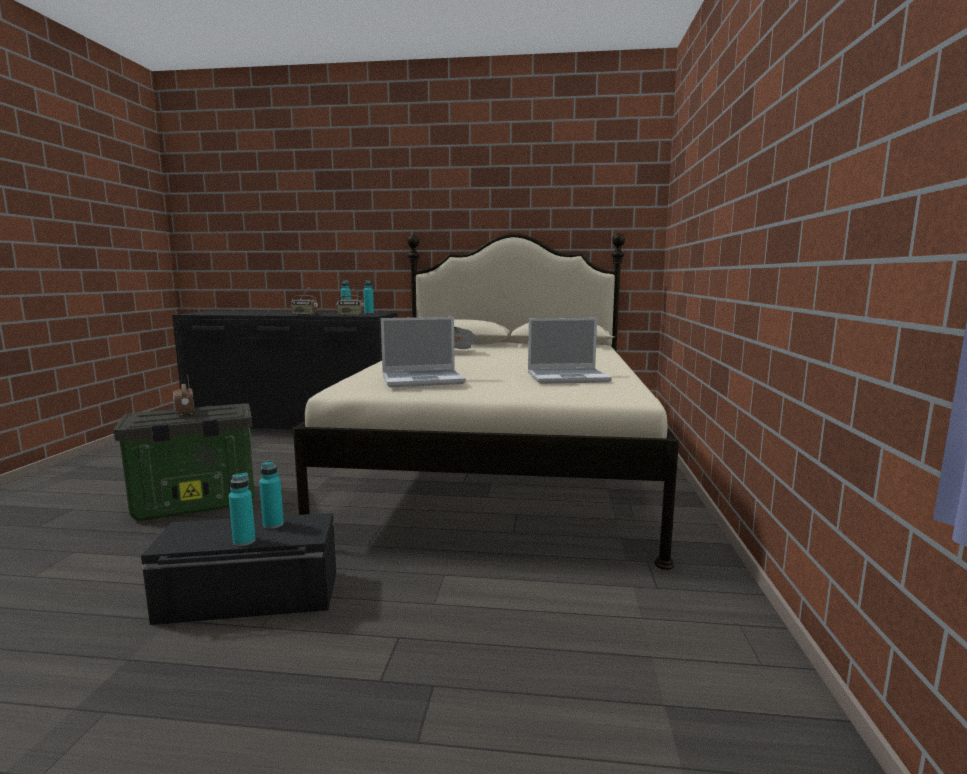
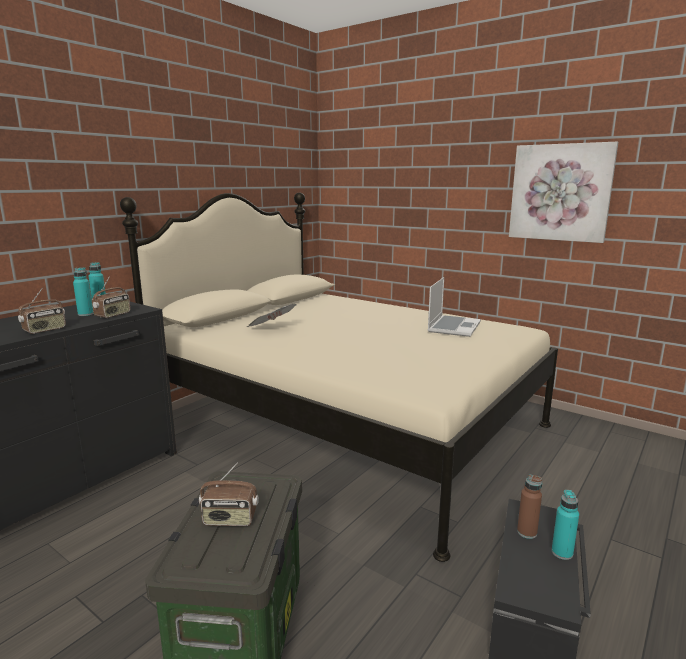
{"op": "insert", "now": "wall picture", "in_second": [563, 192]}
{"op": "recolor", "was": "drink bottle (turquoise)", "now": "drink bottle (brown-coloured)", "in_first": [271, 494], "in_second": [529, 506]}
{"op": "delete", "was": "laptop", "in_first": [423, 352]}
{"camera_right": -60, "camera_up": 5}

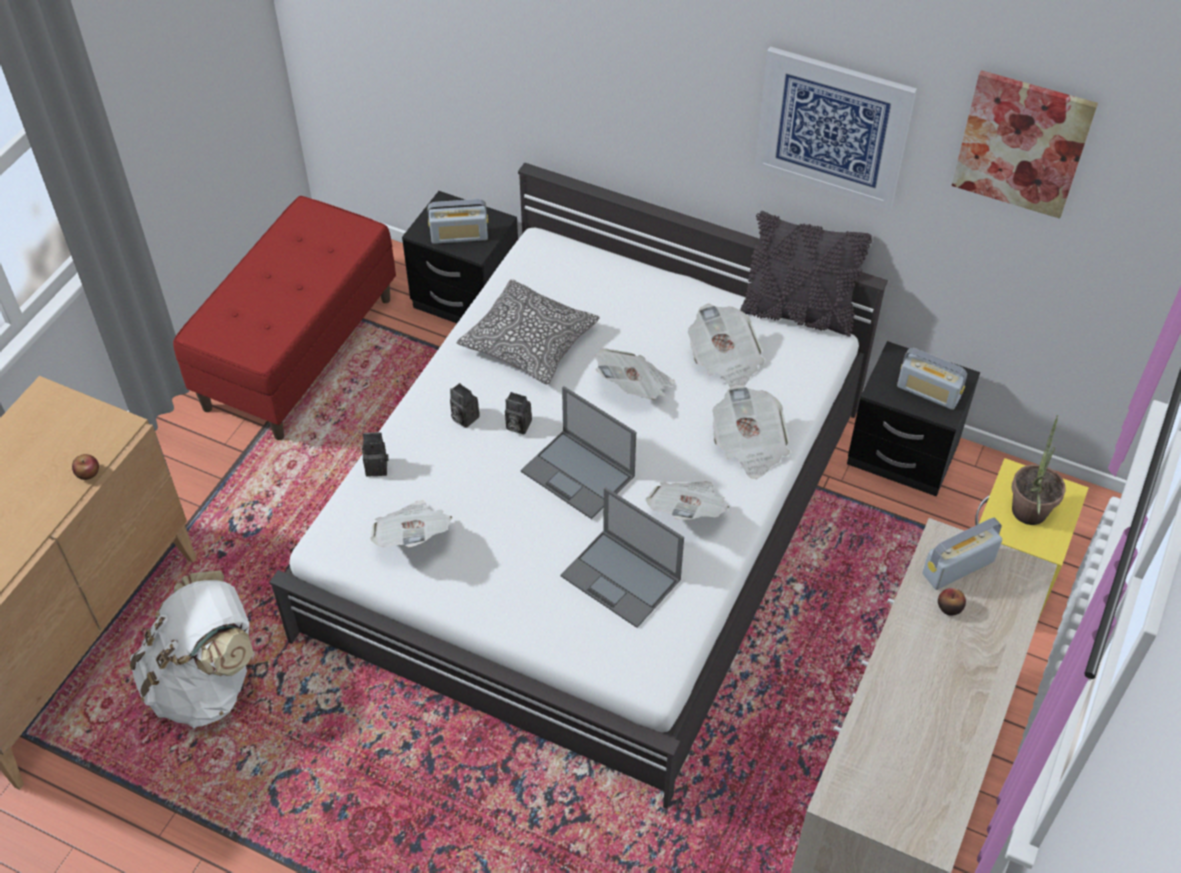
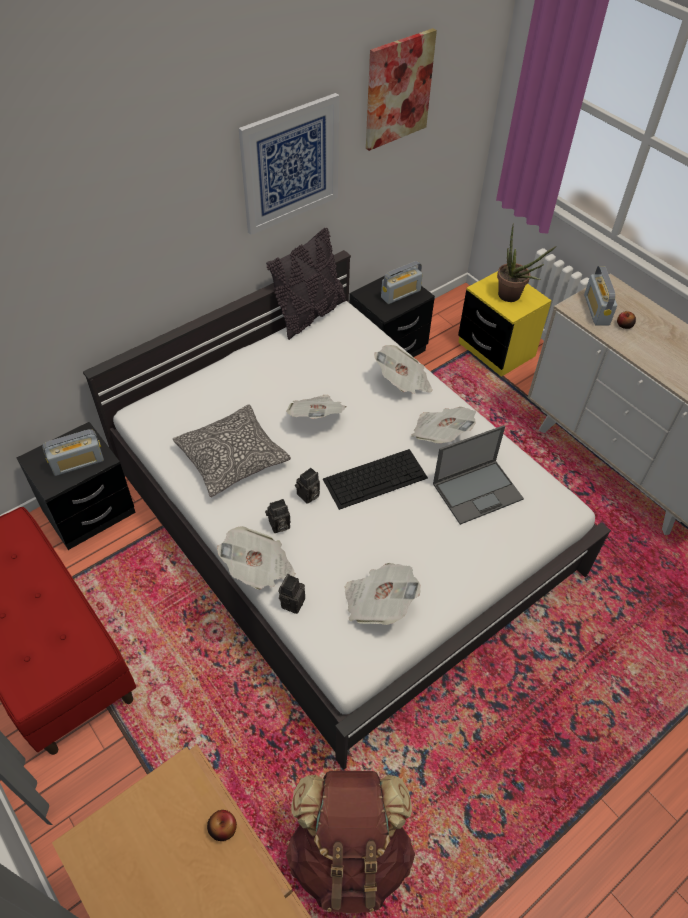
{"op": "rotate", "was": "radio receiver", "in_first": [458, 221], "in_second": [73, 452], "clockwise": 45}
{"op": "move", "was": "printed paper", "in_first": [726, 345], "in_second": [256, 557]}
{"op": "recolor", "was": "knapsack (white)", "now": "knapsack (brown-coloured)", "in_first": [192, 649], "in_second": [350, 842]}
{"op": "replace", "was": "laptop", "now": "keyboard", "in_first": [578, 452], "in_second": [375, 479]}
{"camera_right": -65, "camera_up": 0}

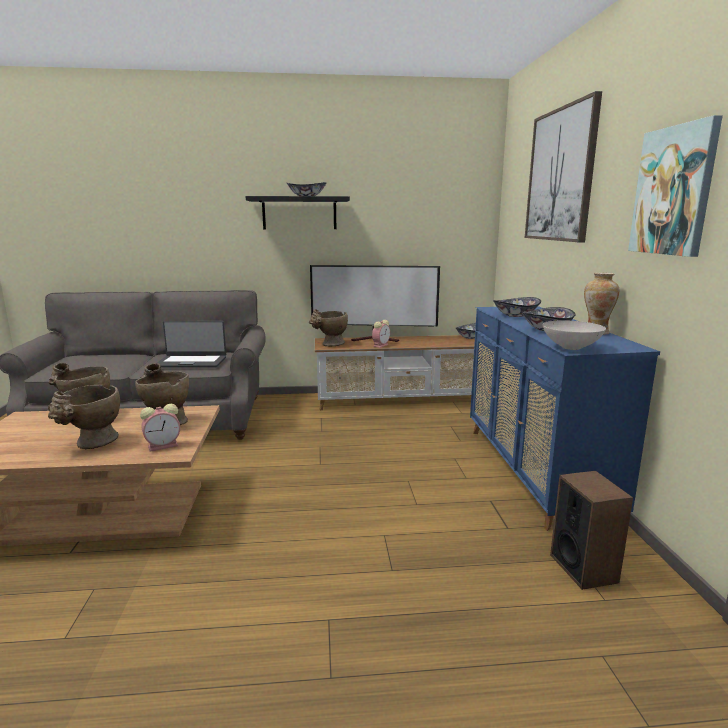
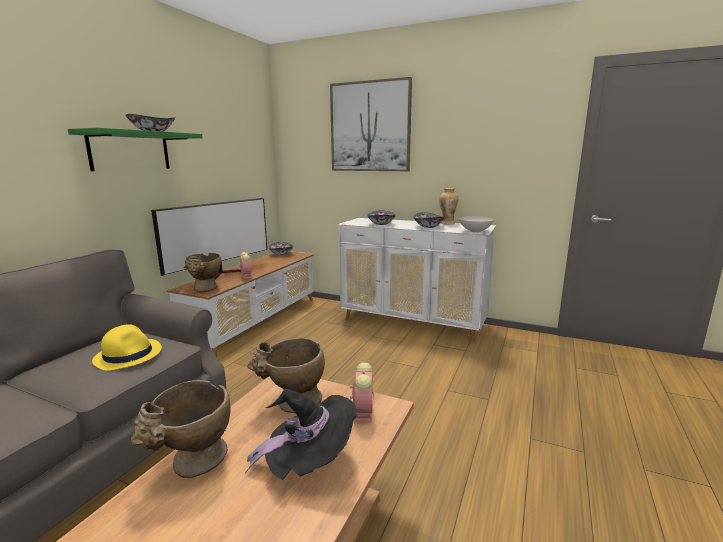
{"op": "recolor", "was": "bracket shelf (black-coloured)", "now": "bracket shelf (greenish)", "in_first": [298, 212], "in_second": [135, 149]}
{"op": "replace", "was": "laptop", "now": "clothing hat (yellow)", "in_first": [191, 344], "in_second": [127, 347]}
{"op": "replace", "was": "vase (beige)", "now": "clothing hat (black-coloured)", "in_first": [84, 417], "in_second": [301, 434]}
{"op": "recolor", "was": "cabinet (bluish)", "now": "cabinet (white)", "in_first": [565, 418], "in_second": [417, 280]}
{"op": "delete", "was": "speaker", "in_first": [591, 530]}
{"op": "delete", "was": "wall picture", "in_first": [675, 186]}
{"camera_right": -60, "camera_up": 0}

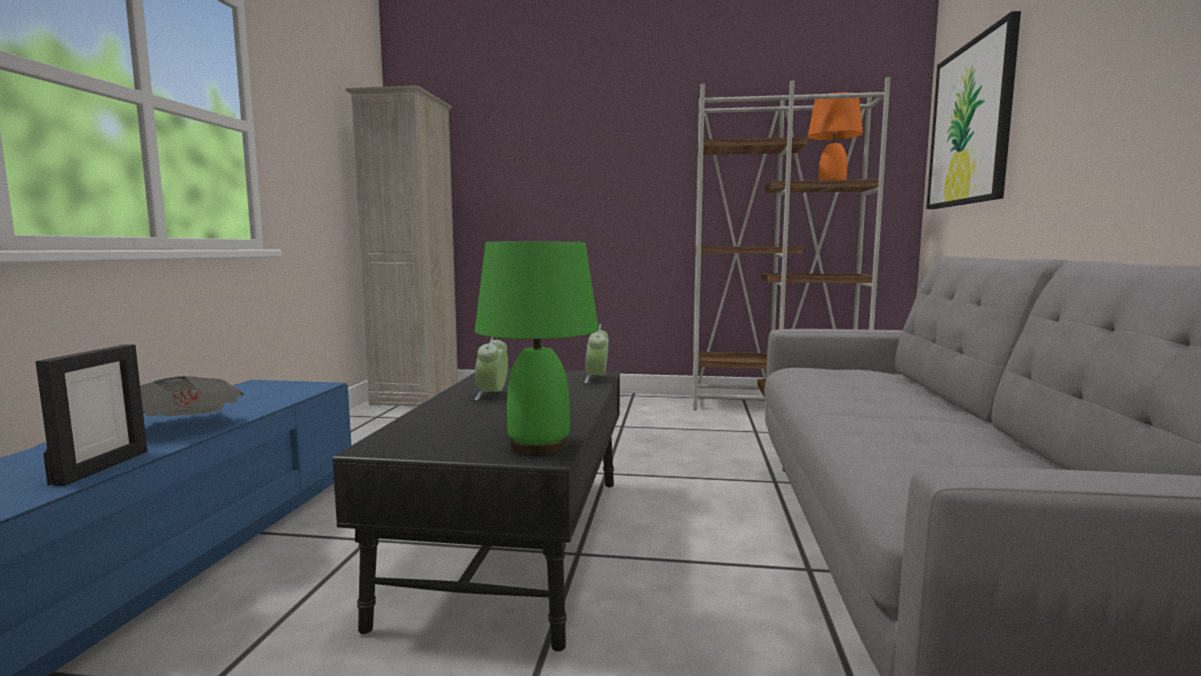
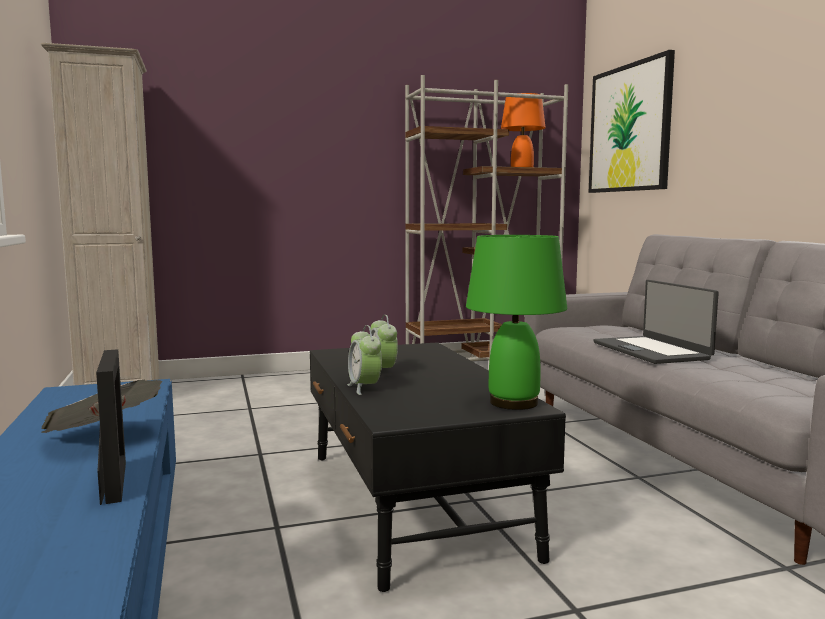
{"op": "move", "was": "alarm clock", "in_first": [596, 353], "in_second": [364, 360]}
{"op": "insert", "now": "laptop", "in_second": [656, 322]}
{"camera_right": -25, "camera_up": 0}

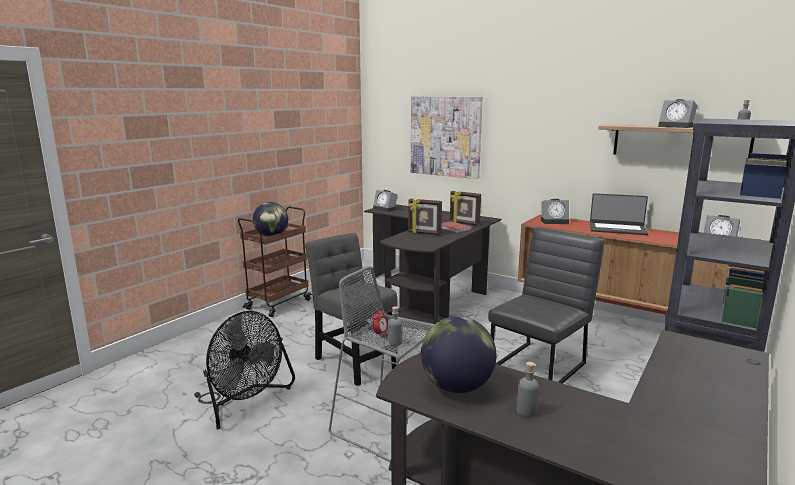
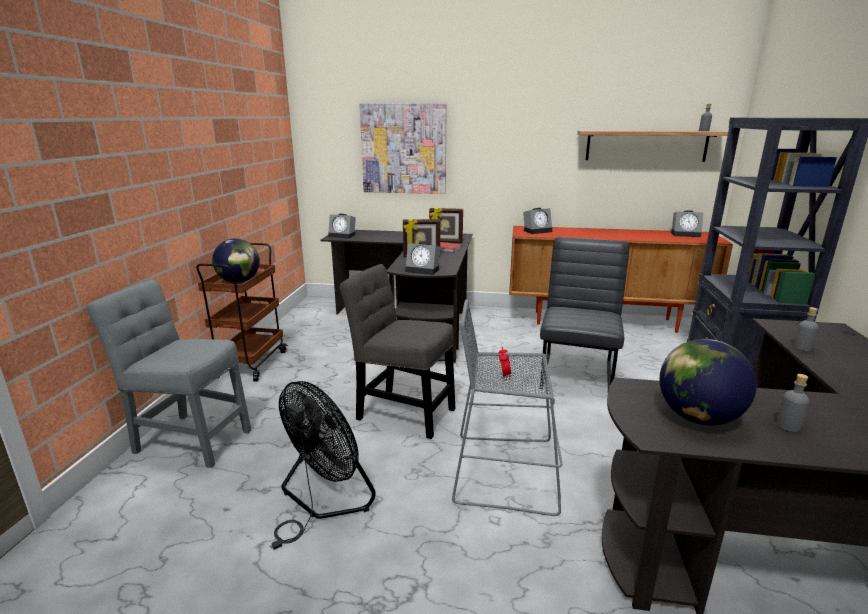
{"op": "insert", "now": "chair (gray)", "in_second": [169, 373]}
{"op": "rotate", "was": "electric fan (black-coloured)", "in_first": [244, 370], "in_second": [322, 465], "clockwise": -60}
{"op": "move", "was": "alarm clock", "in_first": [677, 113], "in_second": [423, 258]}
{"op": "move", "was": "drink bottle (gray)", "in_first": [395, 326], "in_second": [806, 329]}
{"op": "delete", "was": "laptop", "in_first": [619, 214]}
{"camera_right": -25, "camera_up": 5}

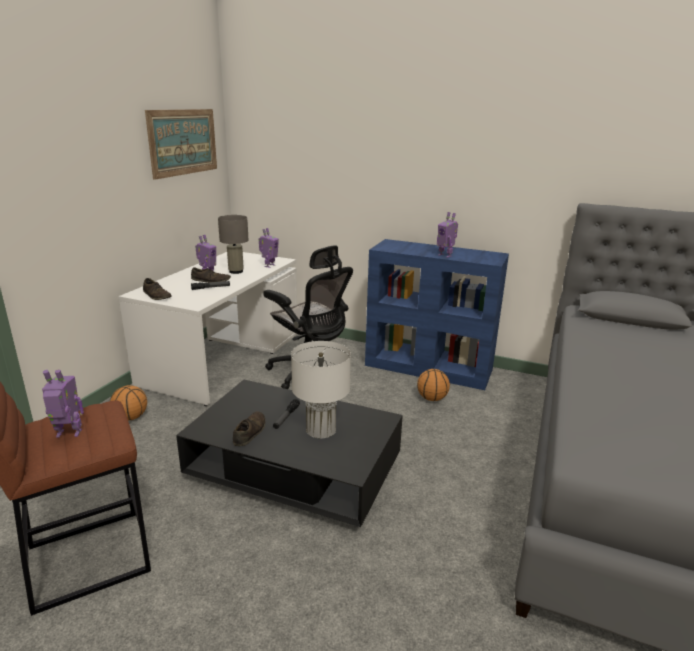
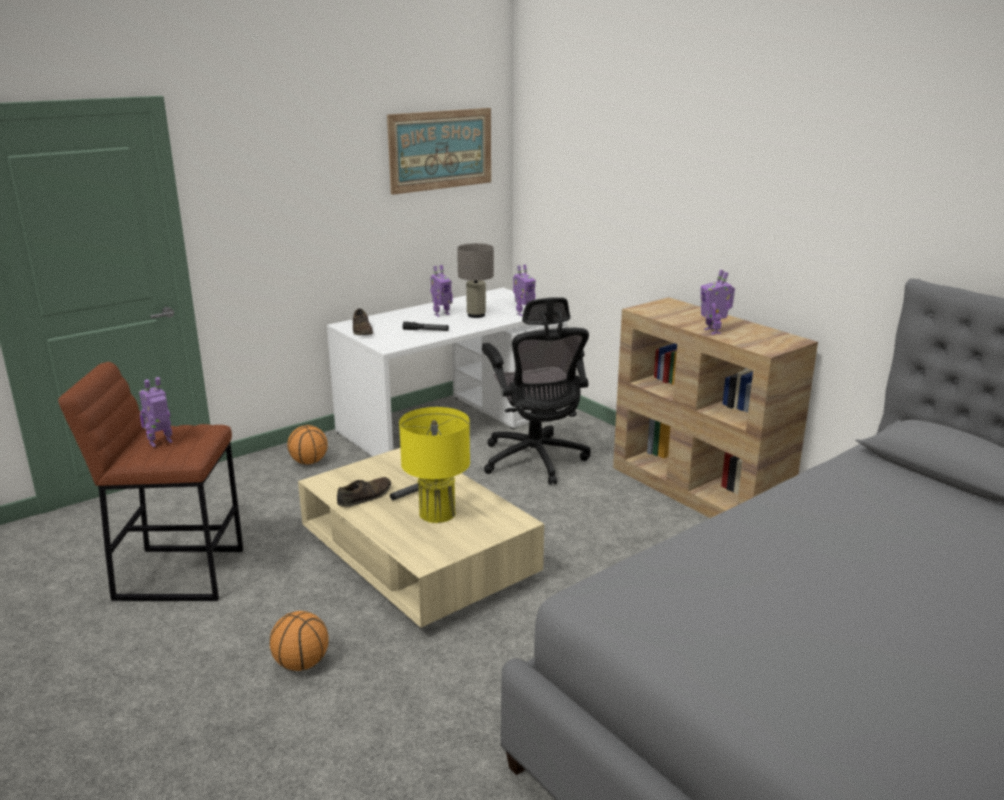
{"op": "rotate", "was": "toy robot", "in_first": [63, 403], "in_second": [155, 412], "clockwise": -60}
{"op": "move", "was": "basketball", "in_first": [433, 385], "in_second": [299, 641]}
{"op": "recolor", "was": "lounge table (black-coloured)", "now": "lounge table (beige)", "in_first": [289, 453], "in_second": [421, 538]}
{"op": "recolor", "was": "lamp for a table (white)", "now": "lamp for a table (yellow)", "in_first": [321, 389], "in_second": [434, 465]}
{"op": "recolor", "was": "bookshelf (bluish)", "now": "bookshelf (brown-coloured)", "in_first": [437, 314], "in_second": [715, 407]}
{"op": "delete", "was": "item of footwear (brown-coloured)", "in_first": [211, 275]}
{"camera_right": 30, "camera_up": 0}

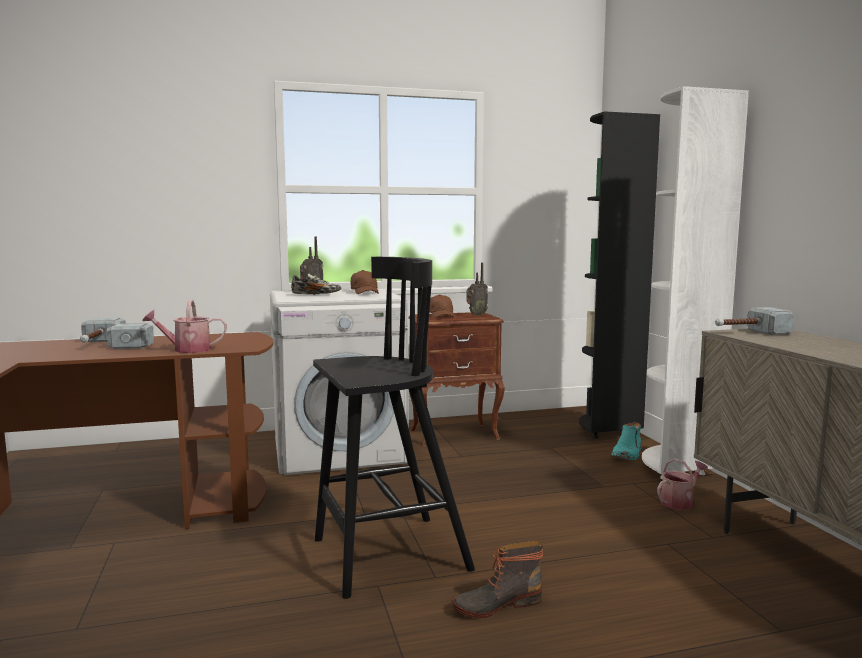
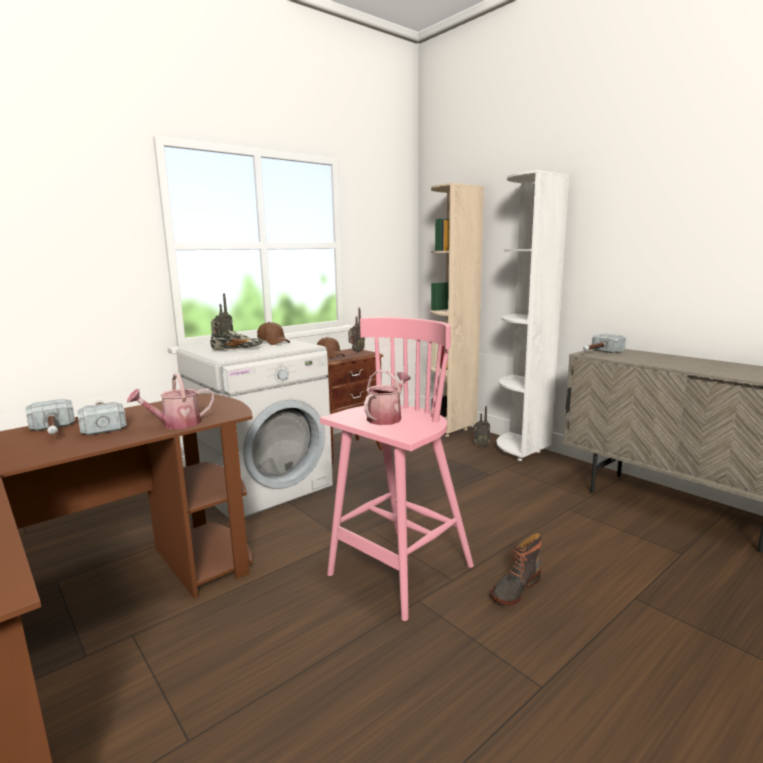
{"op": "recolor", "was": "stool (black-coloured)", "now": "stool (pink-coloured)", "in_first": [394, 428], "in_second": [397, 469]}
{"op": "move", "was": "watering can", "in_first": [682, 484], "in_second": [387, 397]}
{"op": "recolor", "was": "bookshelf (black-coloured)", "now": "bookshelf (beige)", "in_first": [619, 274], "in_second": [457, 310]}
{"op": "replace", "was": "tall boot (turquoise)", "now": "radio receiver", "in_first": [626, 441], "in_second": [481, 426]}
{"camera_right": -25, "camera_up": 5}

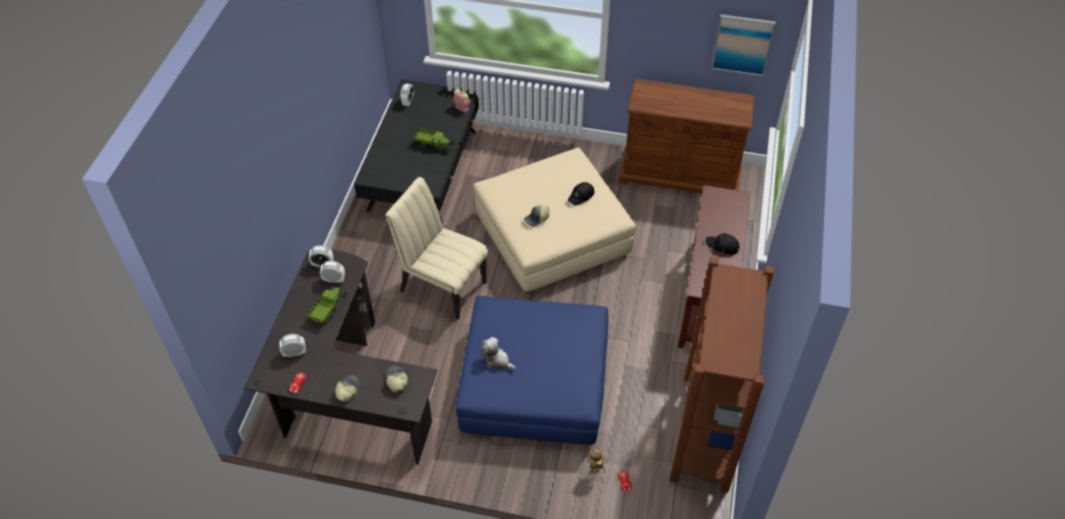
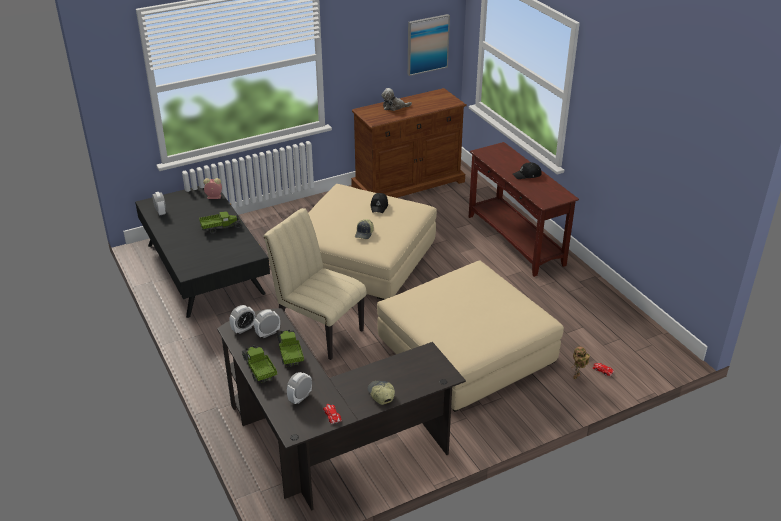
{"op": "insert", "now": "toy truck", "in_second": [259, 364]}
{"op": "rotate", "was": "chair (beige)", "in_first": [436, 248], "in_second": [315, 284], "clockwise": 45}
{"op": "recolor", "was": "pouffe (bluish)", "now": "pouffe (beige)", "in_first": [532, 370], "in_second": [470, 336]}
{"op": "move", "was": "cuddly toy", "in_first": [498, 353], "in_second": [396, 99]}
{"op": "delete", "was": "baseball cap", "in_first": [396, 379]}
{"op": "delete", "was": "bookshelf (brown-coloured)", "in_first": [722, 375]}
{"camera_right": -40, "camera_up": -15}

